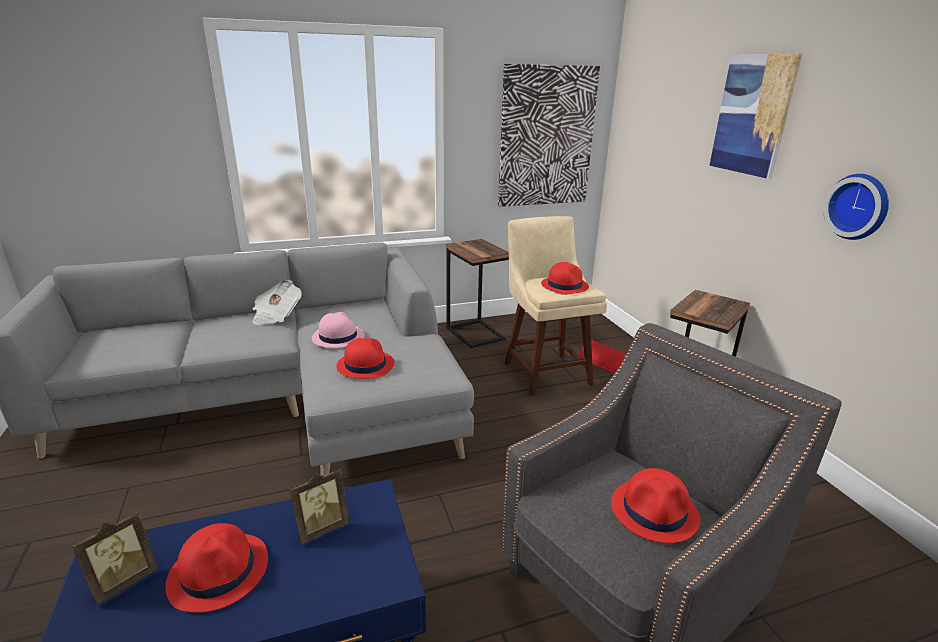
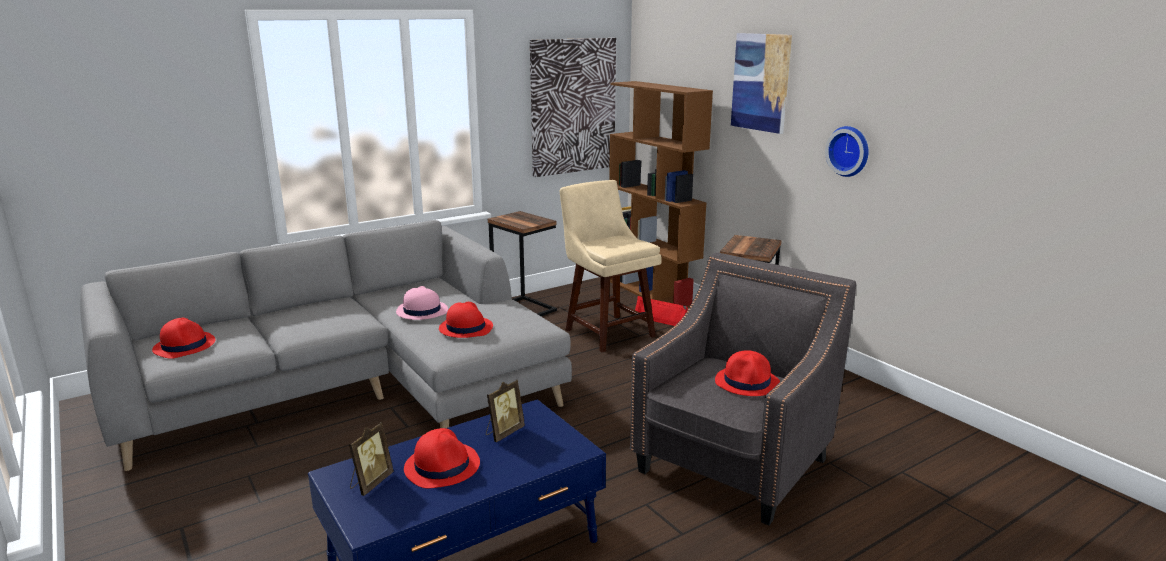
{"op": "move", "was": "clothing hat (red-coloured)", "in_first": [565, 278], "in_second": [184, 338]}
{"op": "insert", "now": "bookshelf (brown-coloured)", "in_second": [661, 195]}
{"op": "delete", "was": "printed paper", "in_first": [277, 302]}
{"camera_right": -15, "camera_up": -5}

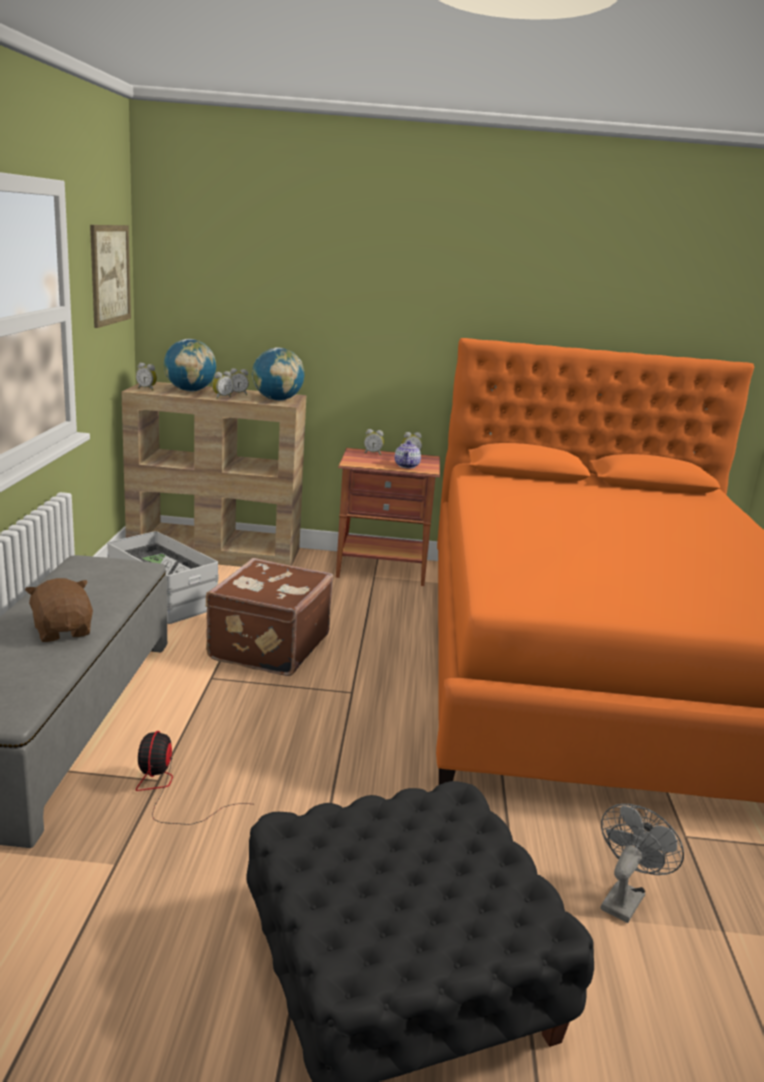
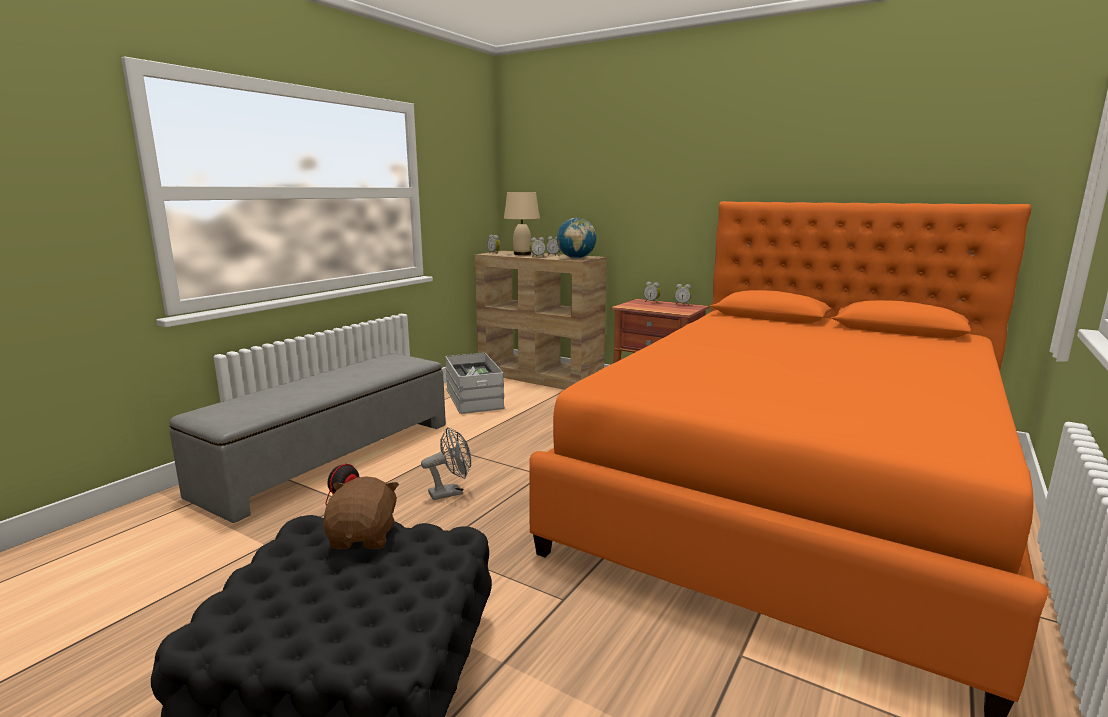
{"op": "move", "was": "cuddly toy (brown-coloured)", "in_first": [59, 610], "in_second": [361, 512]}
{"op": "move", "was": "electric fan (gray)", "in_first": [642, 863], "in_second": [446, 463]}
{"op": "replace", "was": "globe", "now": "lamp for a table (beige)", "in_first": [190, 365], "in_second": [522, 223]}
{"op": "delete", "was": "wall picture", "in_first": [110, 276]}
{"op": "delete", "was": "travel case (brown-coloured)", "in_first": [269, 617]}
{"op": "delete", "was": "teapot", "in_first": [408, 454]}
{"camera_right": 30, "camera_up": -5}

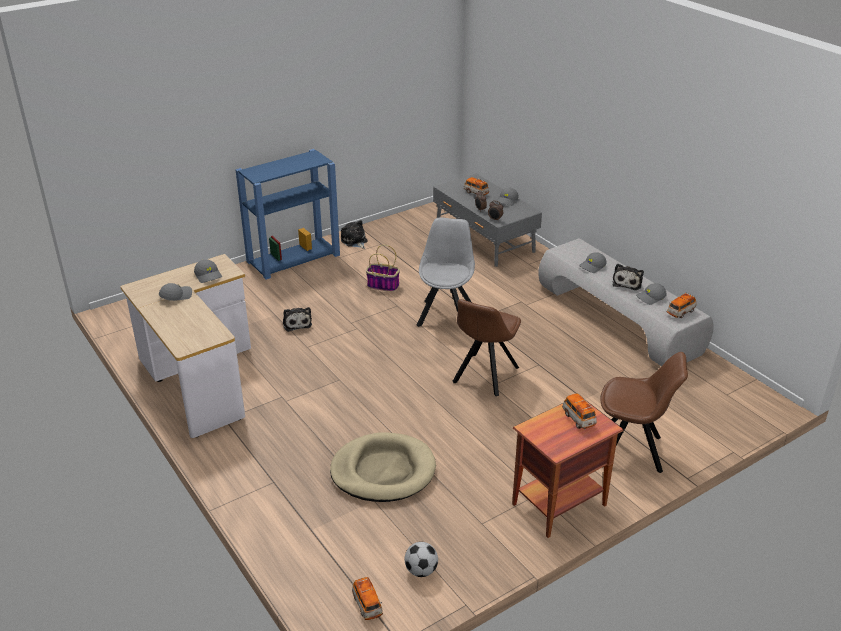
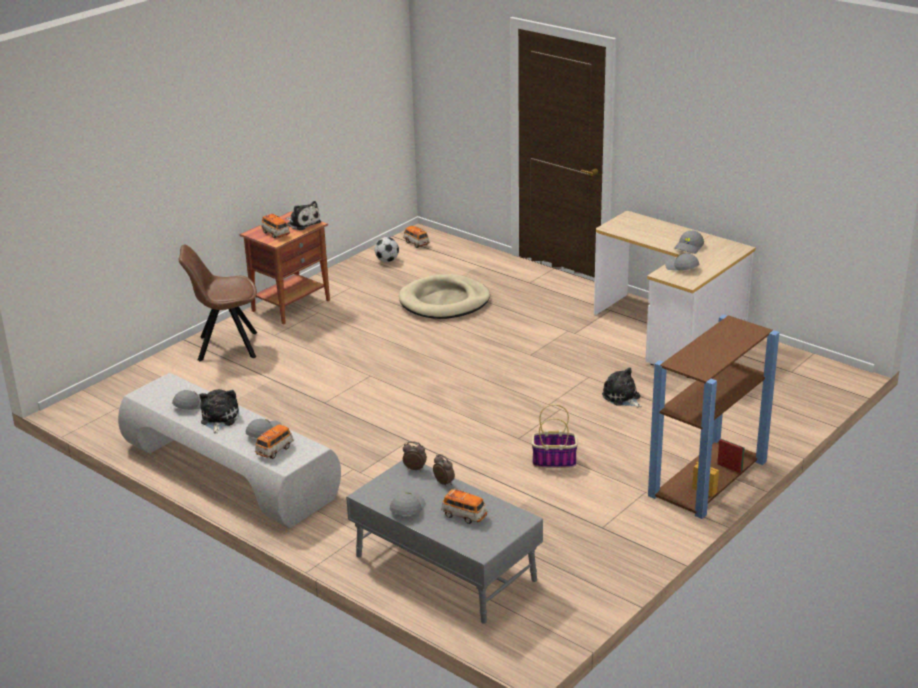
{"op": "move", "was": "miniature car", "in_first": [681, 305], "in_second": [274, 442]}
{"op": "move", "was": "cuddly toy", "in_first": [354, 234], "in_second": [303, 215]}
{"op": "recolor", "was": "bookshelf (bluish)", "now": "bookshelf (brown-coloured)", "in_first": [287, 214], "in_second": [714, 416]}
{"op": "delete", "was": "chair (gray)", "in_first": [446, 272]}
{"op": "delete", "was": "chair (brown-coloured)", "in_first": [487, 347]}
{"camera_right": 165, "camera_up": -5}

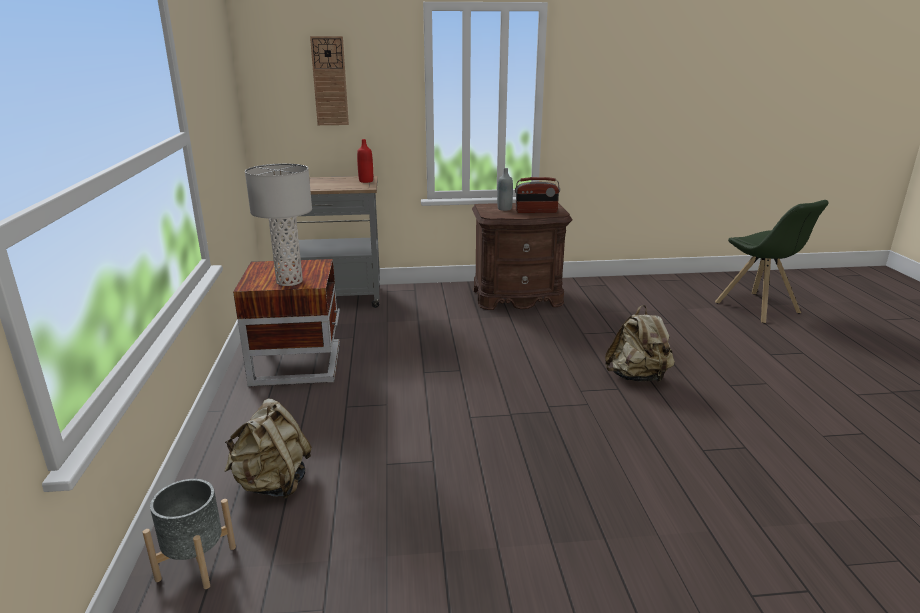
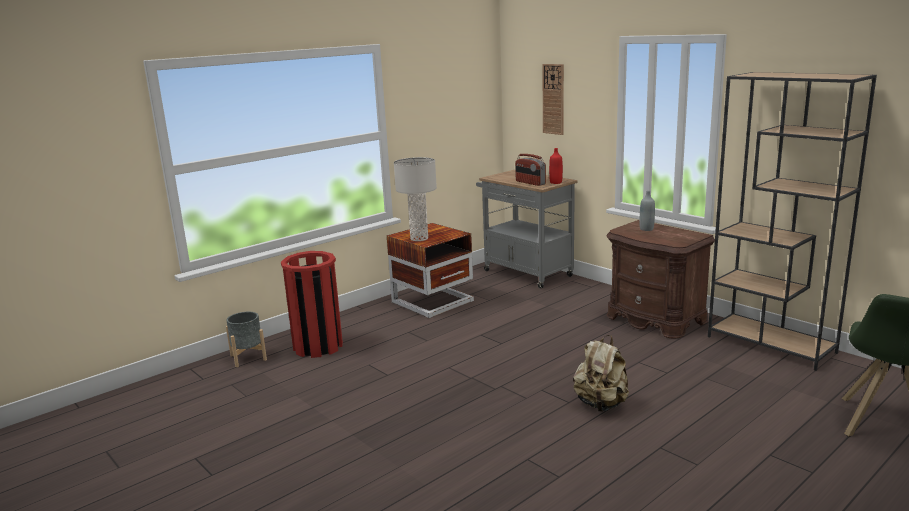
{"op": "replace", "was": "knapsack (beige)", "now": "waste bin (red-coloured)", "in_first": [268, 449], "in_second": [312, 304]}
{"op": "move", "was": "radio receiver", "in_first": [537, 195], "in_second": [530, 170]}
{"op": "insert", "now": "bookshelf", "in_second": [792, 221]}
{"camera_right": 55, "camera_up": -5}

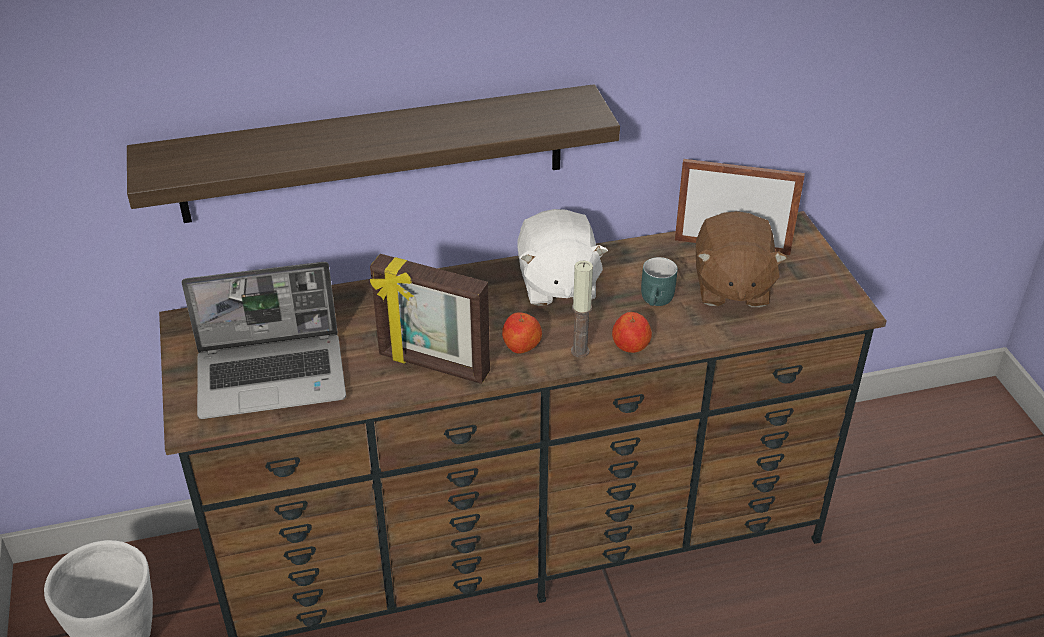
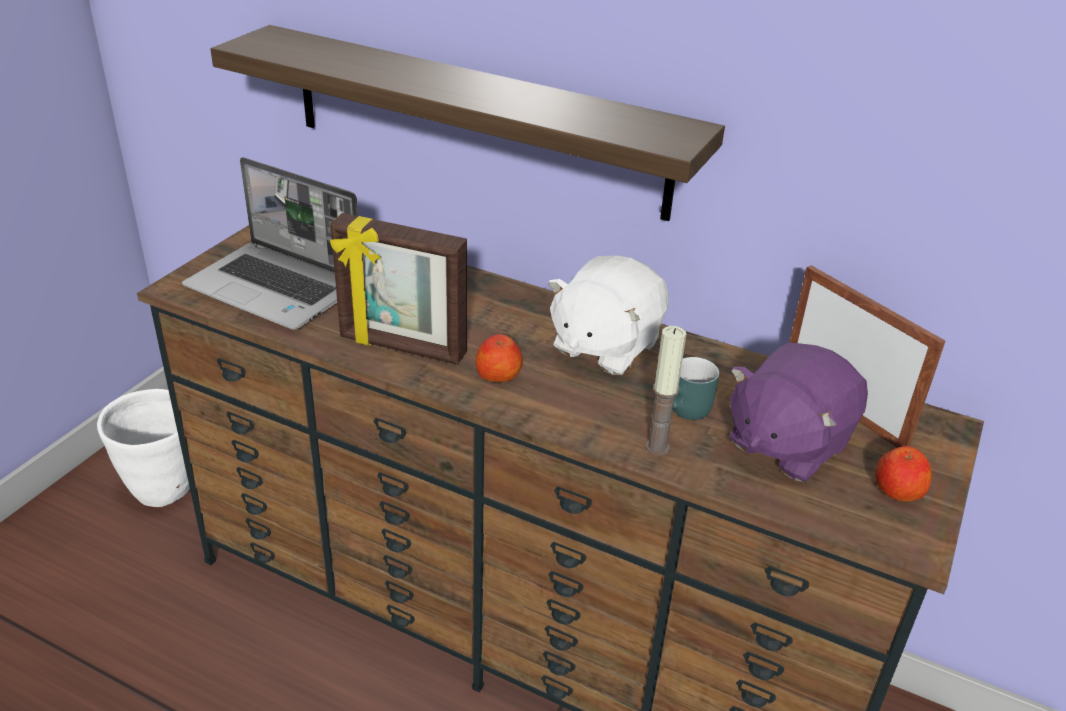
{"op": "rotate", "was": "photo frame", "in_first": [430, 319], "in_second": [398, 289], "clockwise": -45}
{"op": "move", "was": "wax light", "in_first": [582, 309], "in_second": [665, 391]}
{"op": "recolor", "was": "cuddly toy (brown-coloured)", "now": "cuddly toy (purplish)", "in_first": [741, 259], "in_second": [798, 412]}
{"op": "move", "was": "apple", "in_first": [632, 332], "in_second": [904, 474]}
{"camera_right": 40, "camera_up": -5}

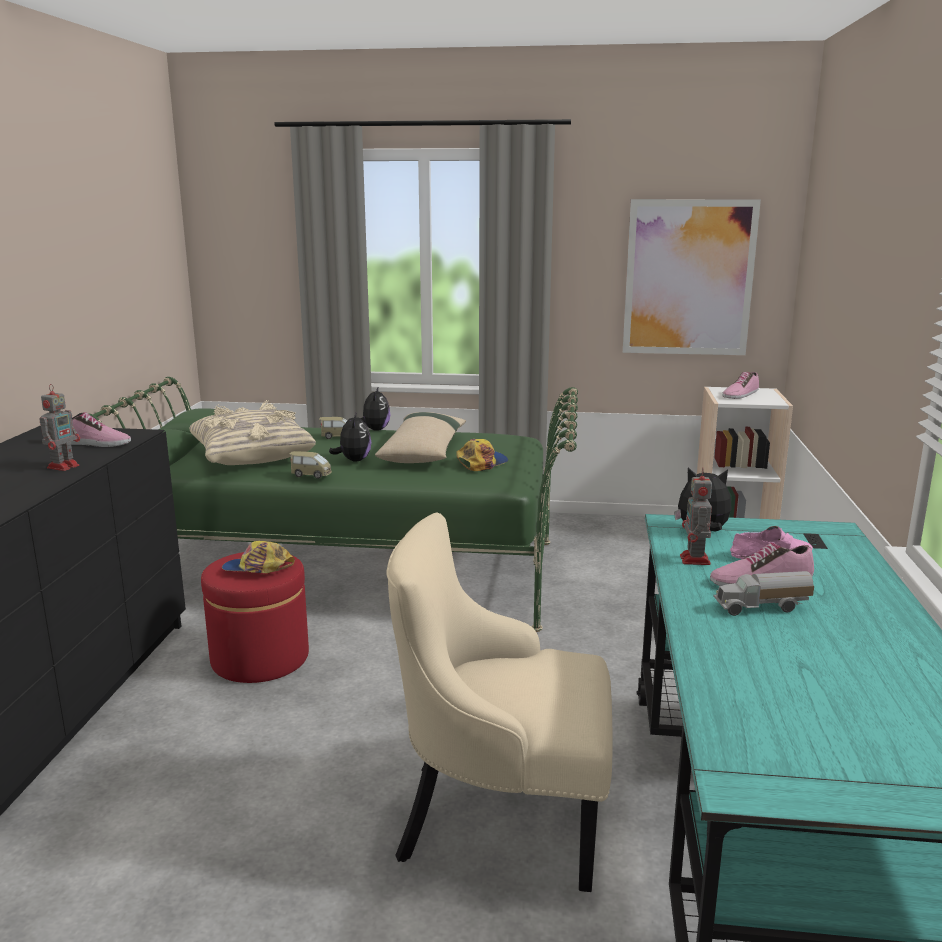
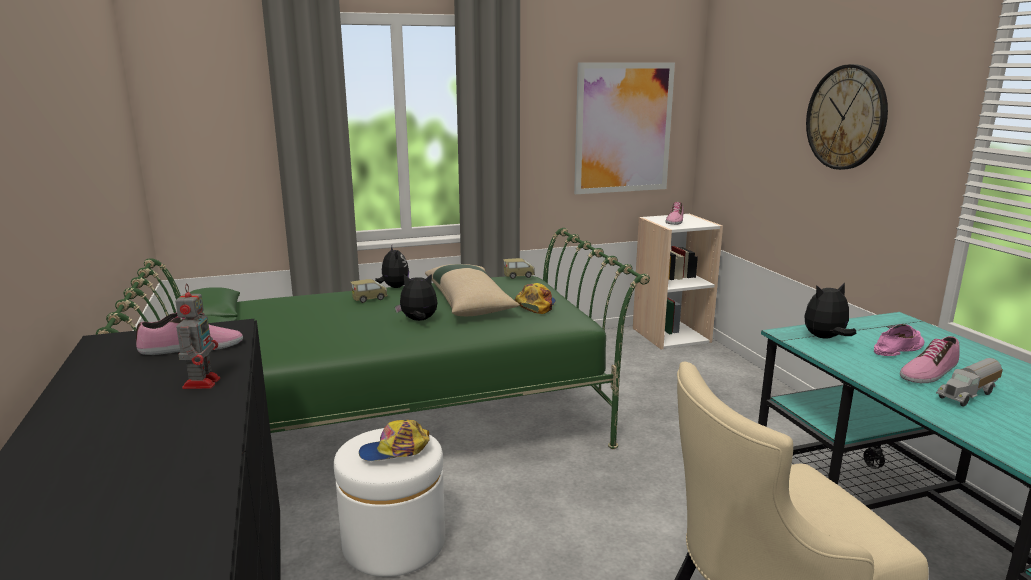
{"op": "recolor", "was": "pouffe (red-coloured)", "now": "pouffe (white)", "in_first": [255, 617], "in_second": [389, 502]}
{"op": "rotate", "was": "cuddly toy", "in_first": [350, 436], "in_second": [416, 297], "clockwise": -60}
{"op": "move", "was": "miniature car", "in_first": [311, 465], "in_second": [519, 268]}
{"op": "insert", "now": "wall clock", "in_second": [847, 117]}
{"op": "delete", "was": "cushion (beige)", "in_first": [253, 432]}
{"op": "delete", "was": "toy robot", "in_first": [696, 516]}
{"camera_right": -25, "camera_up": 0}

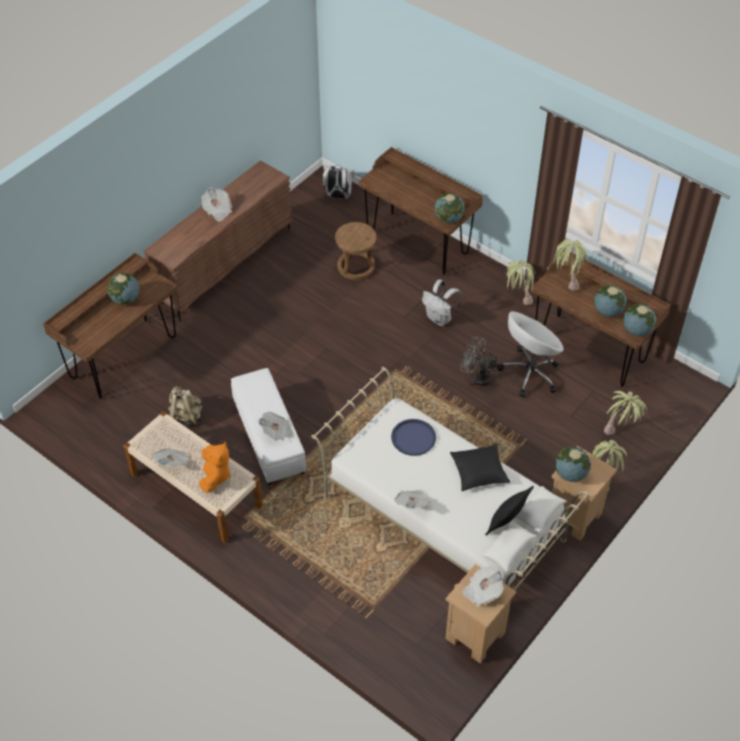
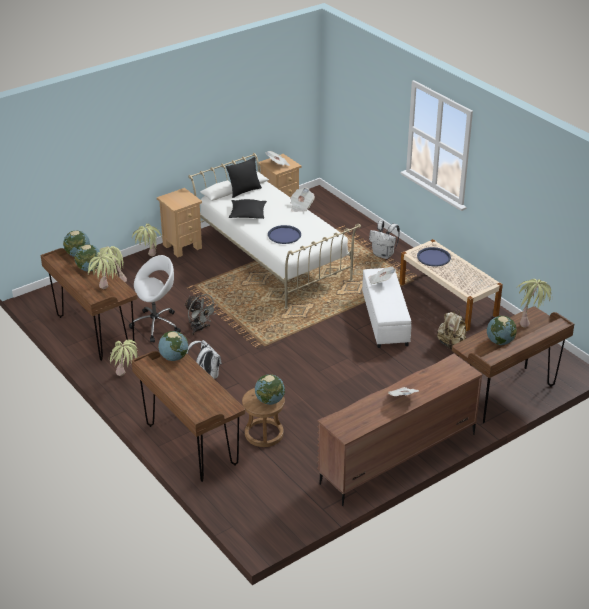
{"op": "move", "was": "globe", "in_first": [573, 464], "in_second": [270, 389]}
{"op": "move", "was": "knapsack (white)", "in_first": [338, 182], "in_second": [384, 239]}
{"op": "replace", "was": "cuddly toy (orange)", "now": "tray (bluish)", "in_first": [215, 467], "in_second": [434, 257]}
{"op": "insert", "now": "houseplant", "in_second": [534, 303]}
{"op": "delete", "was": "printed paper", "in_first": [170, 457]}
{"camera_right": -165, "camera_up": -15}

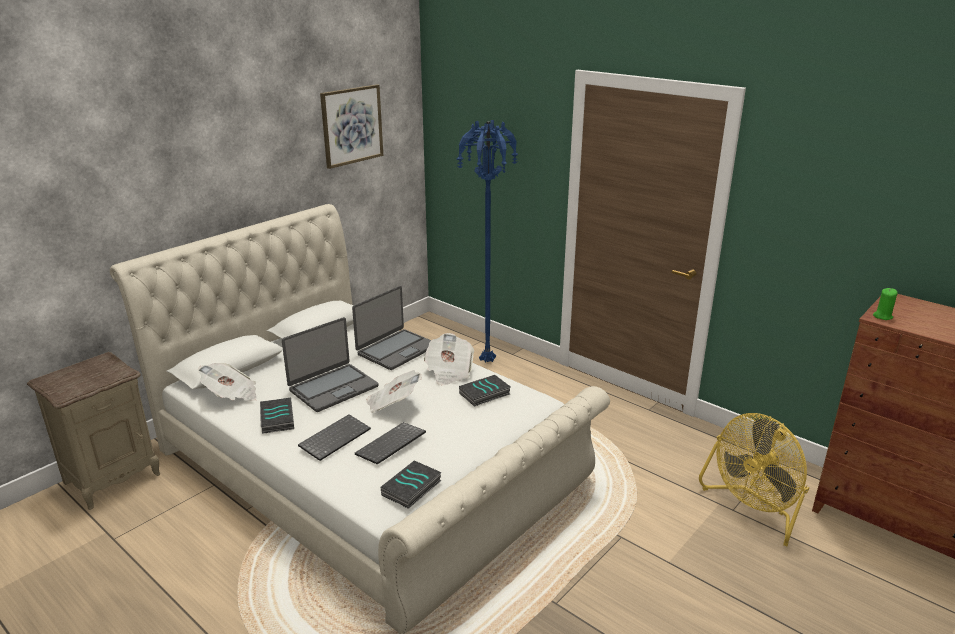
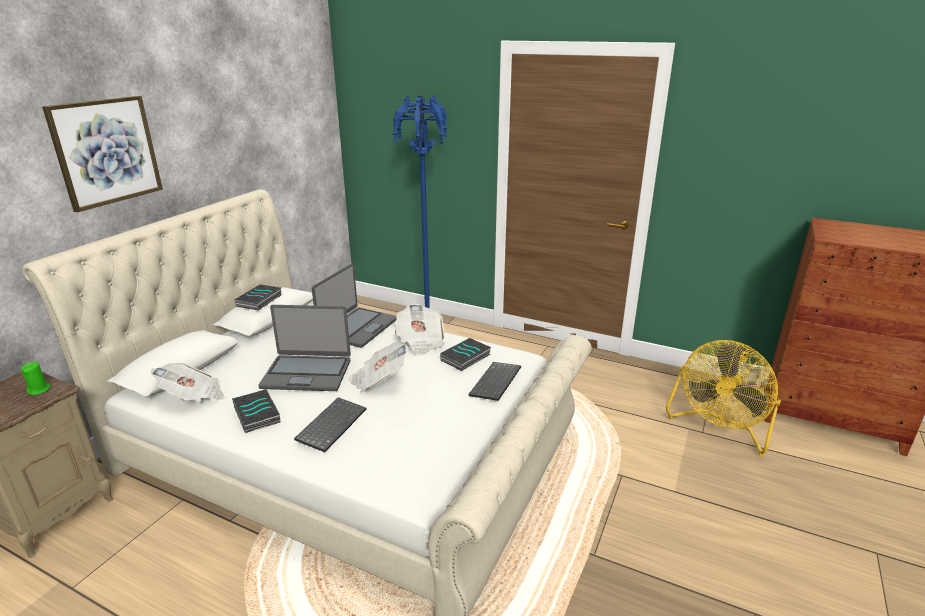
{"op": "move", "was": "wax light (greenish)", "in_first": [885, 304], "in_second": [36, 378]}
{"op": "move", "was": "wall picture", "in_first": [351, 126], "in_second": [102, 154]}
{"op": "move", "was": "book", "in_first": [411, 485], "in_second": [258, 297]}
{"op": "rotate", "was": "laptop", "in_first": [330, 364], "in_second": [304, 348], "clockwise": 60}
{"op": "move", "was": "keyboard", "in_first": [390, 443], "in_second": [494, 381]}
{"camera_right": -15, "camera_up": 0}

